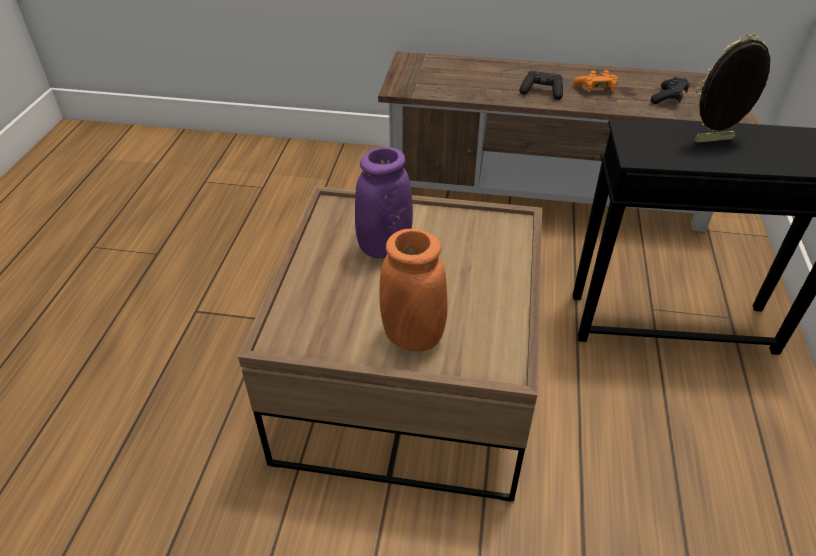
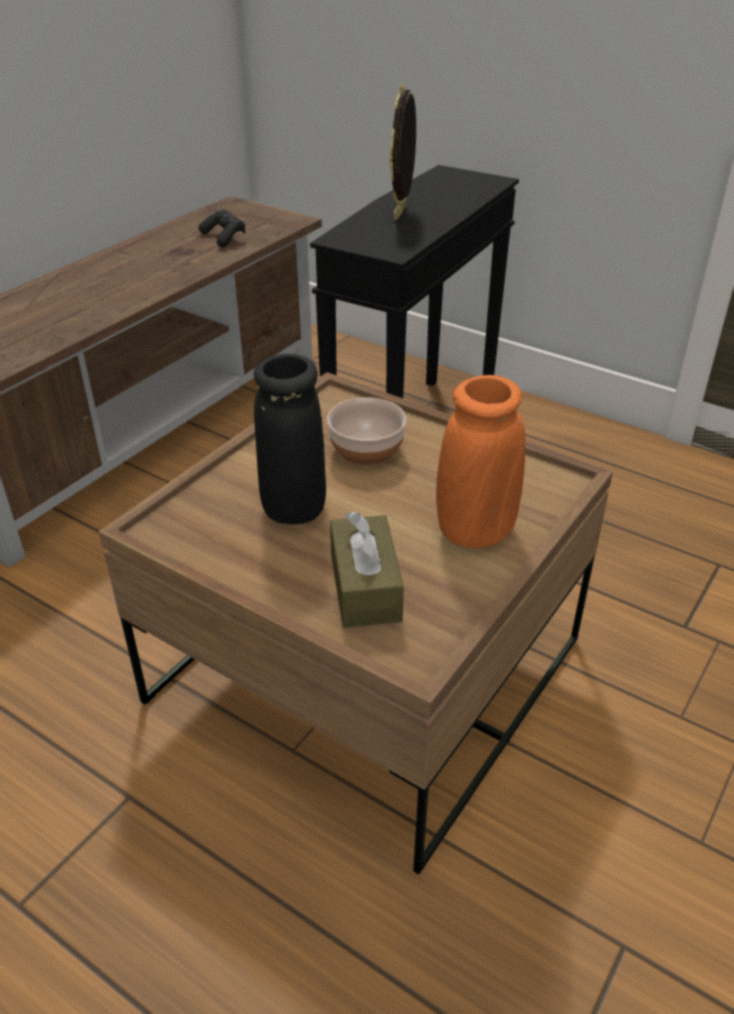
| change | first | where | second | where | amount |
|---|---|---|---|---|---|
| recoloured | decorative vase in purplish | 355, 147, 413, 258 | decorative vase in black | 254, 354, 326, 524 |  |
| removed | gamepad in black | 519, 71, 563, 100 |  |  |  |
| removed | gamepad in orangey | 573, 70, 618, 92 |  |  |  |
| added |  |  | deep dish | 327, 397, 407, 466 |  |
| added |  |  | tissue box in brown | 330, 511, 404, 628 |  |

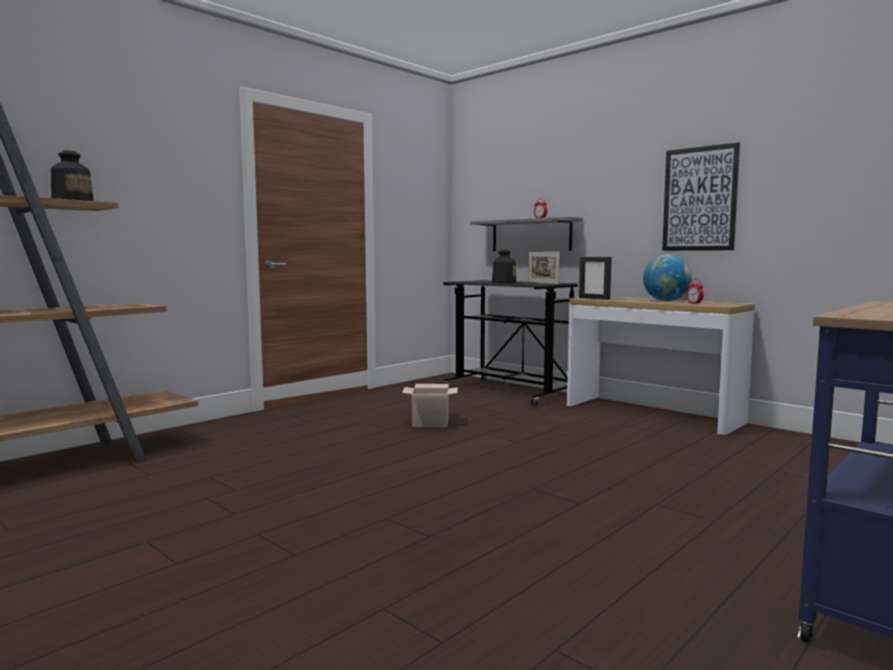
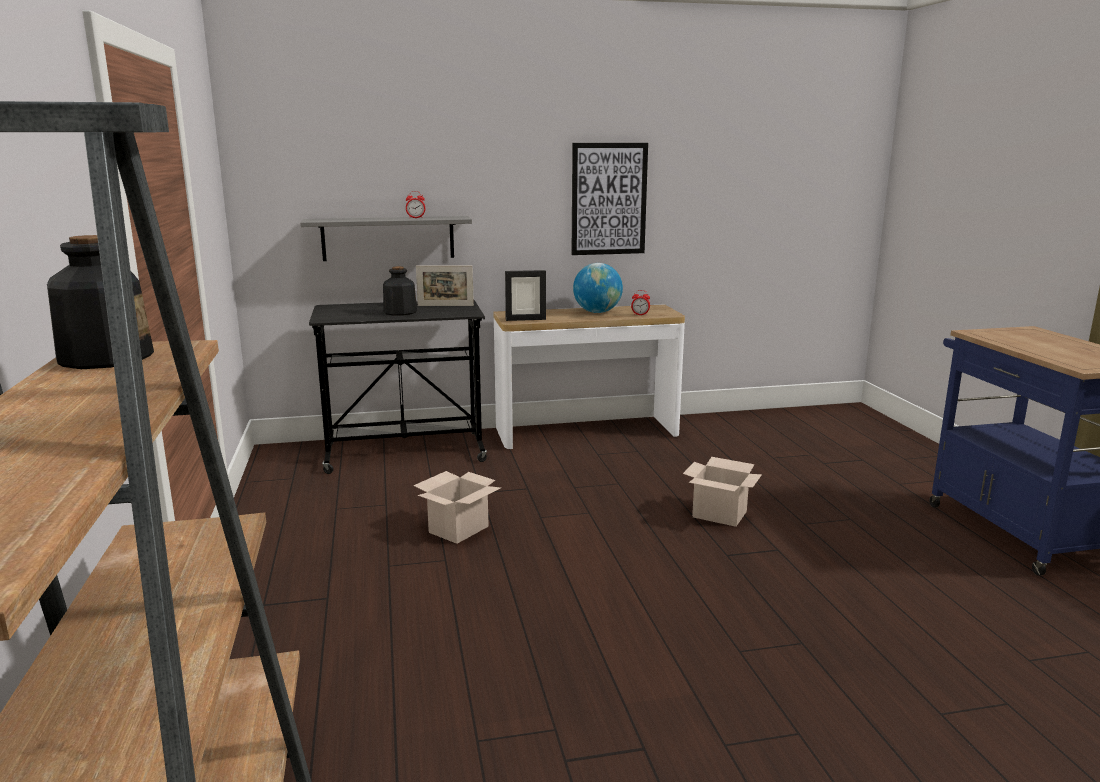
| change | first | where | second | where | amount |
|---|---|---|---|---|---|
| added |  |  | carton | 683, 457, 762, 527 |  |

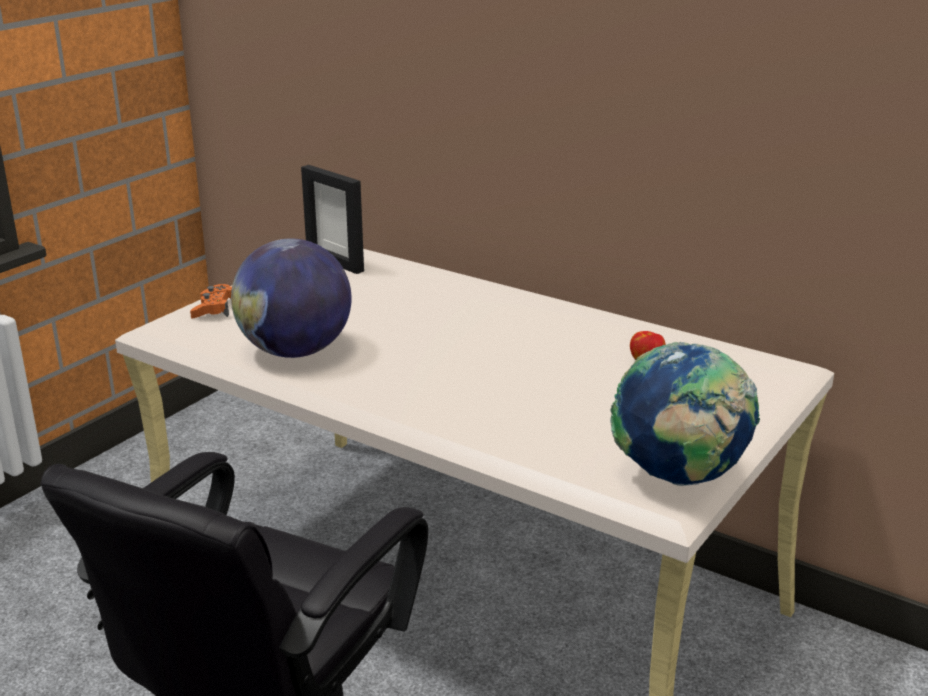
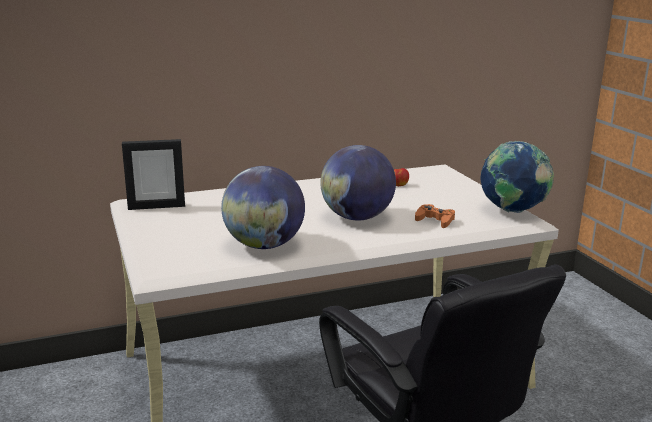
| change | first | where | second | where | amount |
|---|---|---|---|---|---|
| moved | gamepad in orangey | 190, 284, 232, 319 |  | 415, 204, 455, 228 |  |
| added |  |  | desk globe | 320, 145, 396, 220 |  |

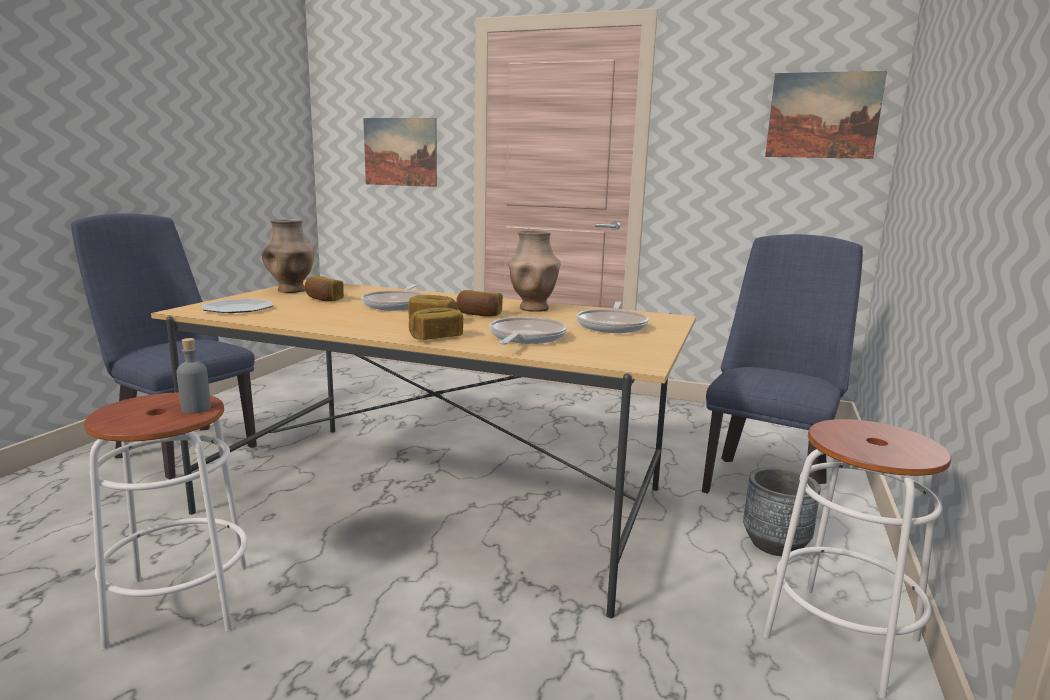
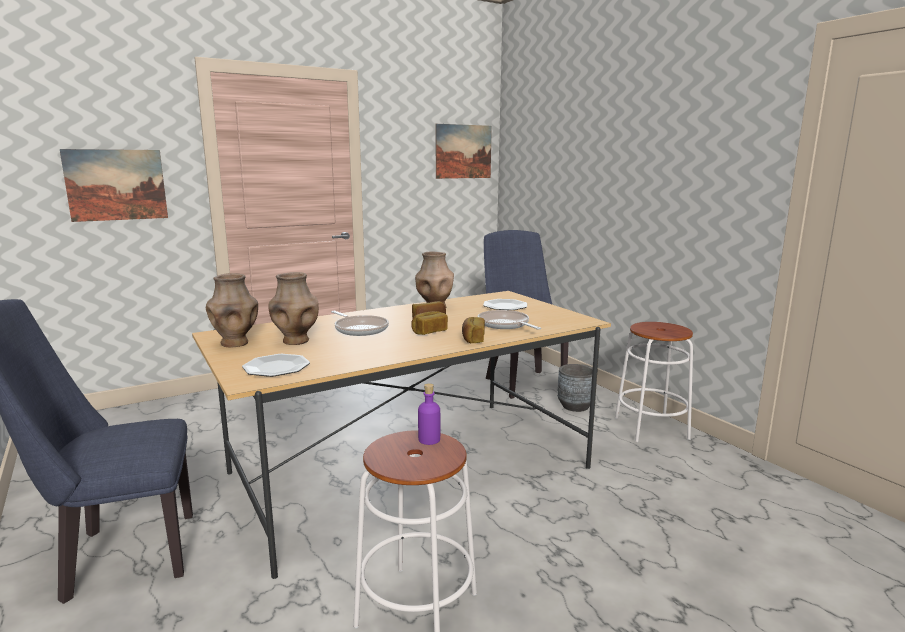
| change | first | where | second | where | amount |
|---|---|---|---|---|---|
| recoloured | bottle in grey | 176, 338, 211, 414 | bottle in purplish | 418, 383, 440, 445 |  |
| replaced | bread | 305, 276, 344, 302 | decorative vase in brown | 268, 272, 319, 345 |  |
| replaced | frying pan | 576, 302, 649, 333 | plate | 483, 299, 527, 310 |  |

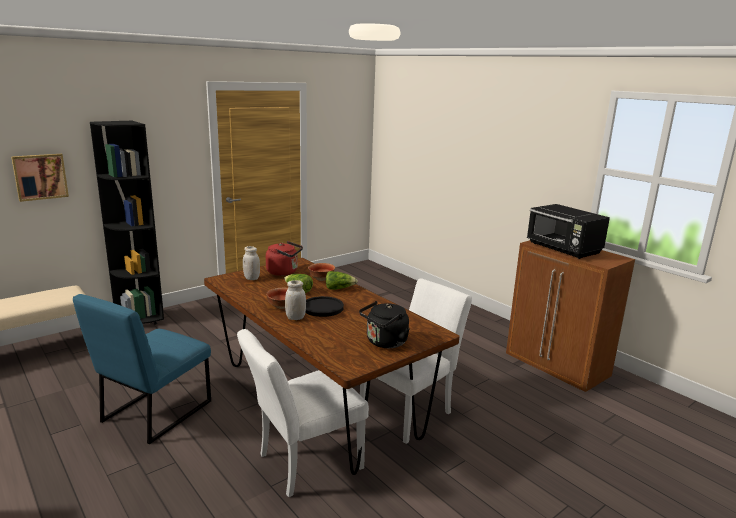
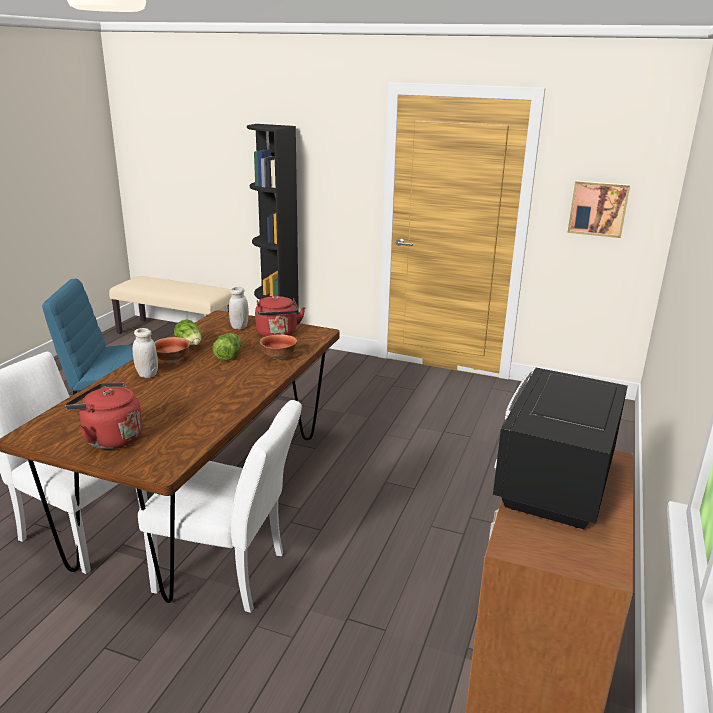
| change | first | where | second | where | amount |
|---|---|---|---|---|---|
| moved | wall art | 11, 154, 69, 202 |  | 567, 181, 630, 238 |  |
| removed | plate in black | 305, 296, 344, 317 |  |  |  |
| moved | lettuce | 326, 271, 358, 290 |  | 174, 319, 202, 345 |  |
| recoloured | tea kettle in black | 359, 301, 409, 348 | tea kettle in red-coloured | 65, 382, 142, 449 |  |

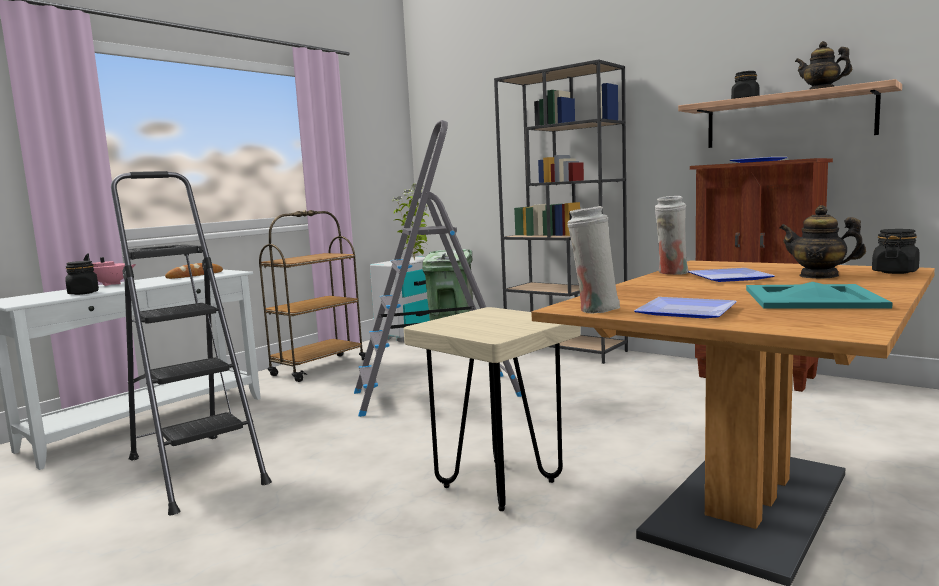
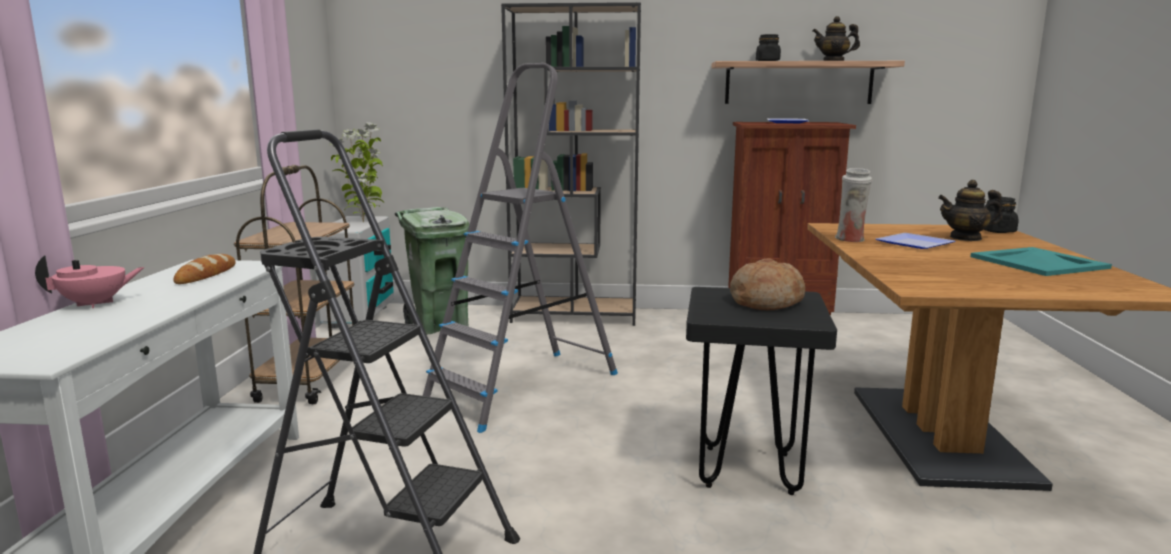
| change | first | where | second | where | amount |
|---|---|---|---|---|---|
| removed | storage jar in black | 65, 261, 99, 295 |  |  |  |
| recoloured | stool in beige-coloured | 404, 307, 581, 511 | stool in black | 686, 287, 837, 495 |  |
| removed | decorative vase in white | 568, 206, 620, 314 |  |  |  |
| removed | plate | 634, 297, 737, 318 |  |  |  |
| added |  |  | bread | 730, 258, 805, 310 |  |

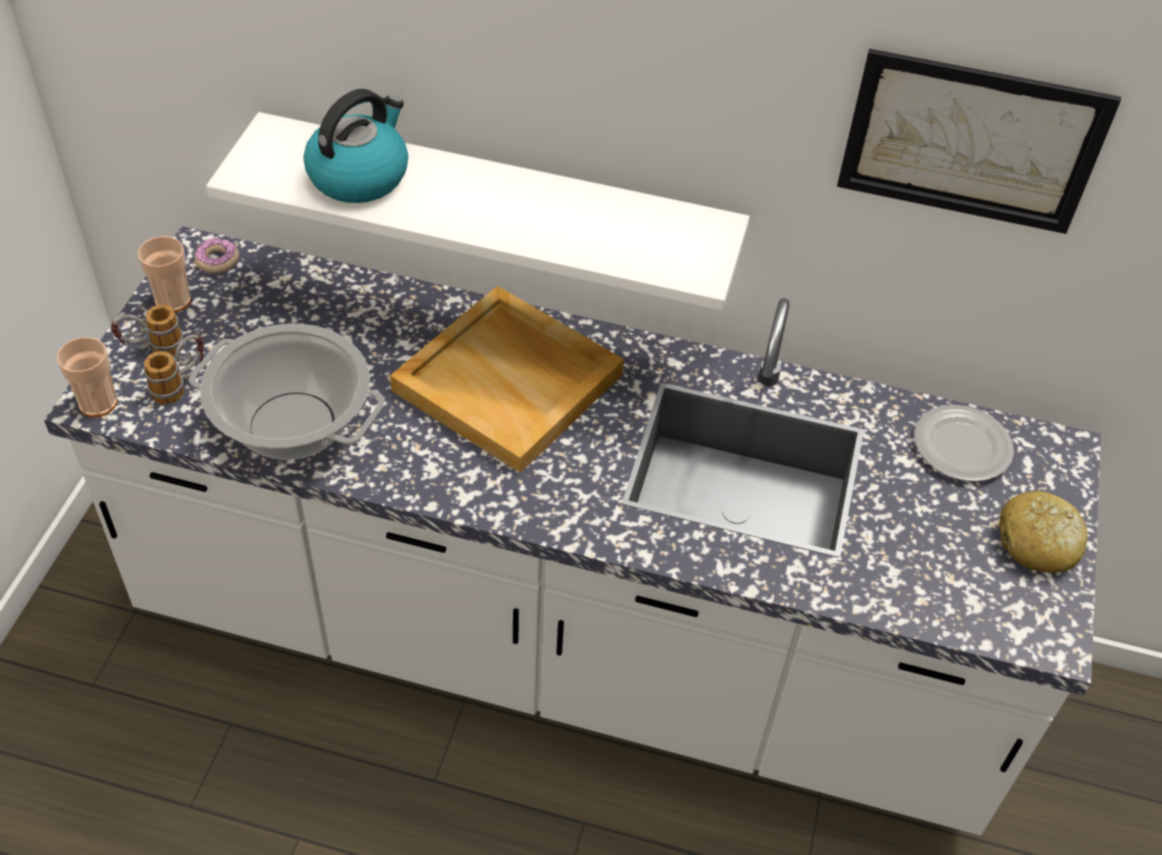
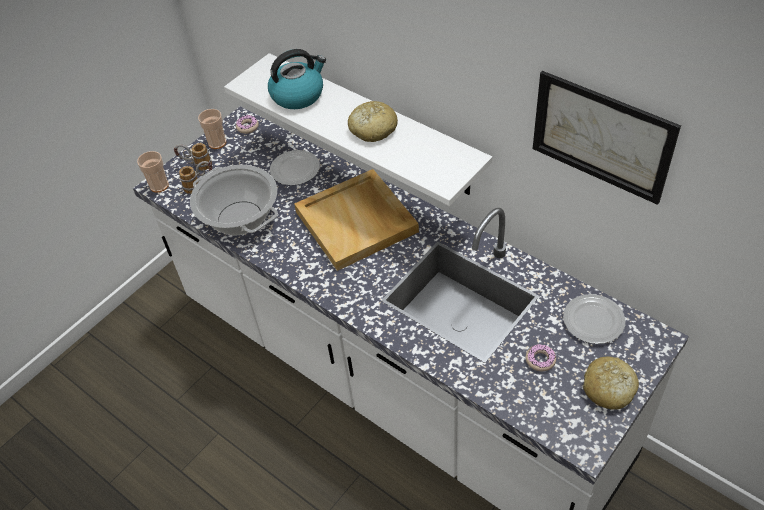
| change | first | where | second | where | amount |
|---|---|---|---|---|---|
| added |  |  | plate | 270, 150, 320, 185 |  |
| added |  |  | bread | 348, 101, 398, 142 |  |
| added |  |  | doughnut | 526, 344, 556, 371 |  |

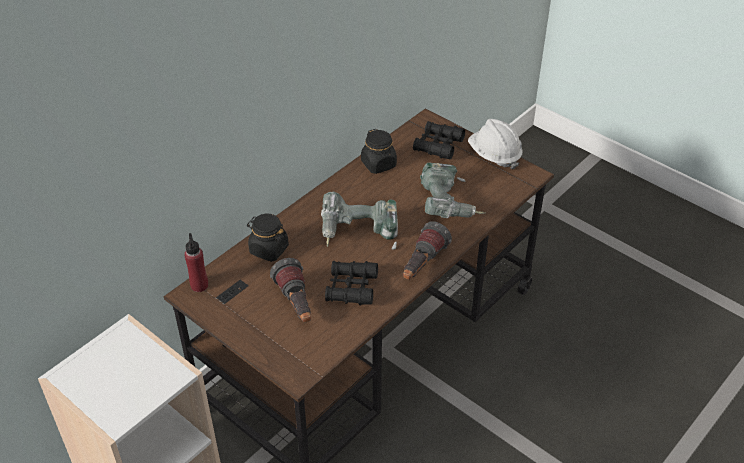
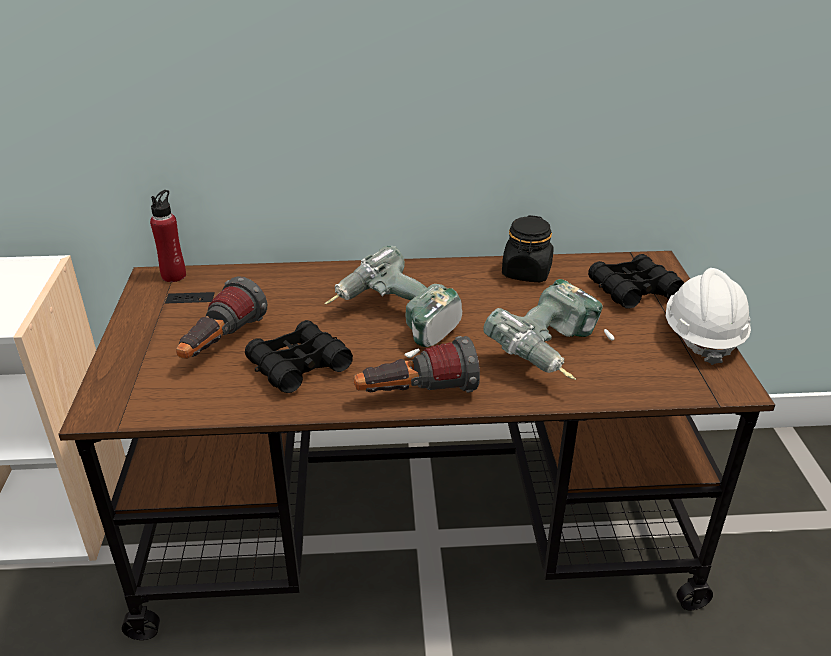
| change | first | where | second | where | amount |
|---|---|---|---|---|---|
| removed | storage jar in black | 247, 213, 289, 262 |  |  |  |

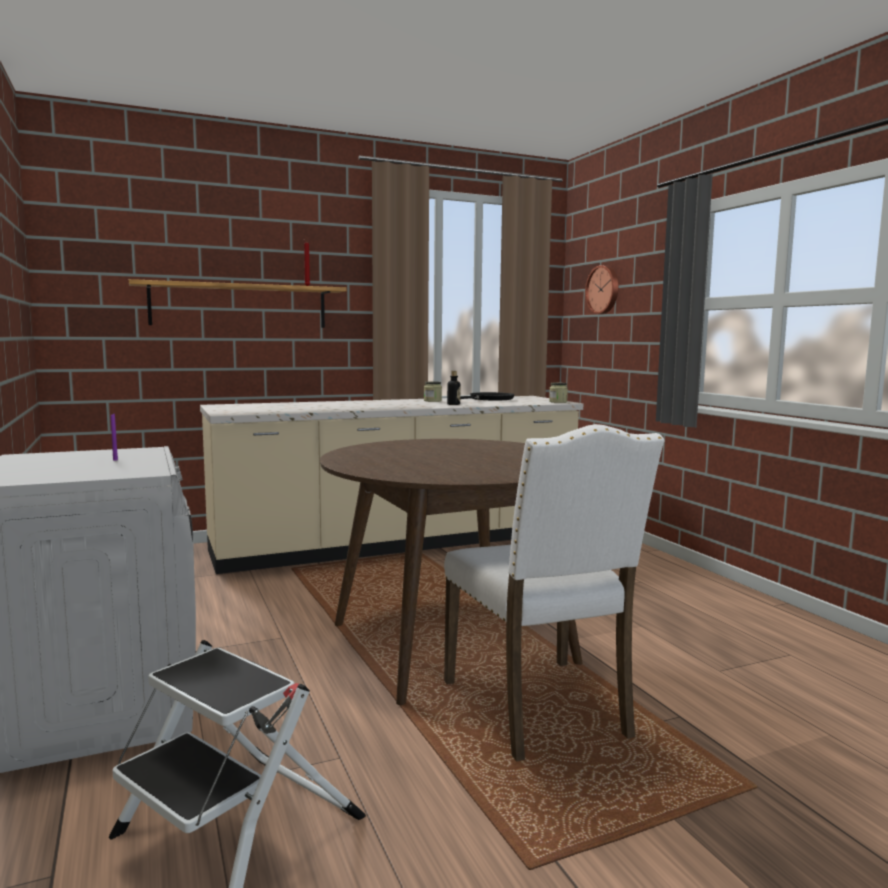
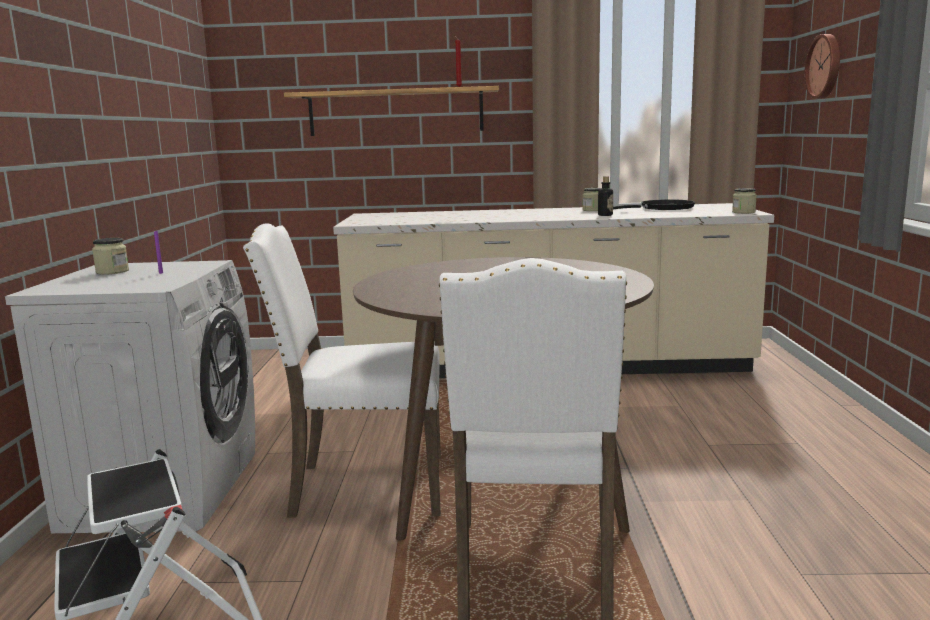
| change | first | where | second | where | amount |
|---|---|---|---|---|---|
| added |  |  | storage jar | 92, 238, 129, 275 |  |
| added |  |  | upright chair in white | 243, 223, 441, 518 |  |

